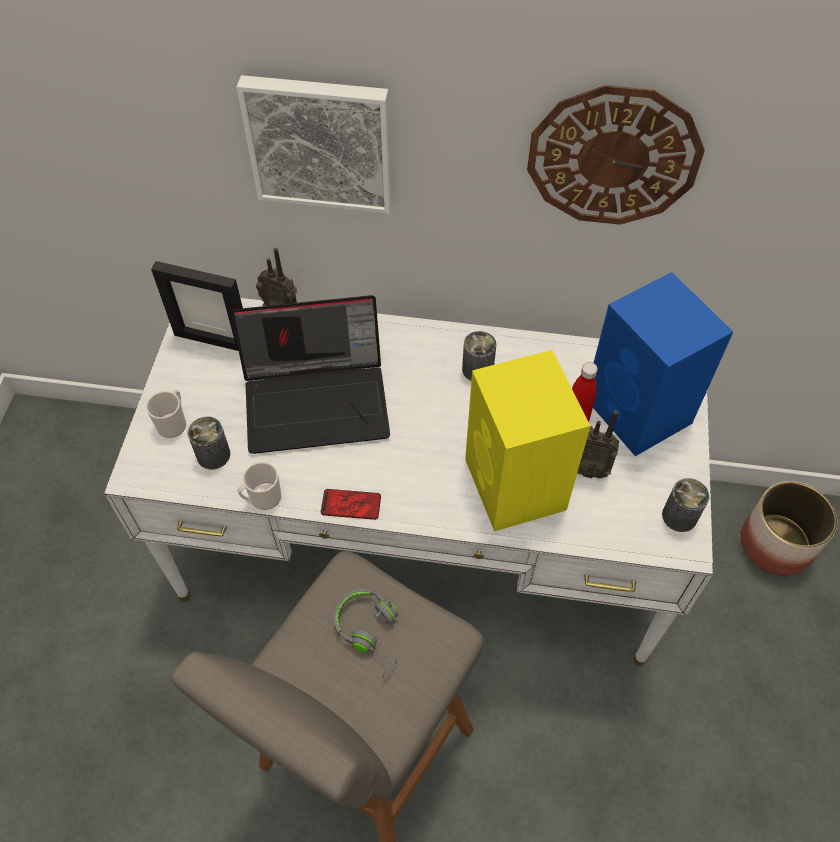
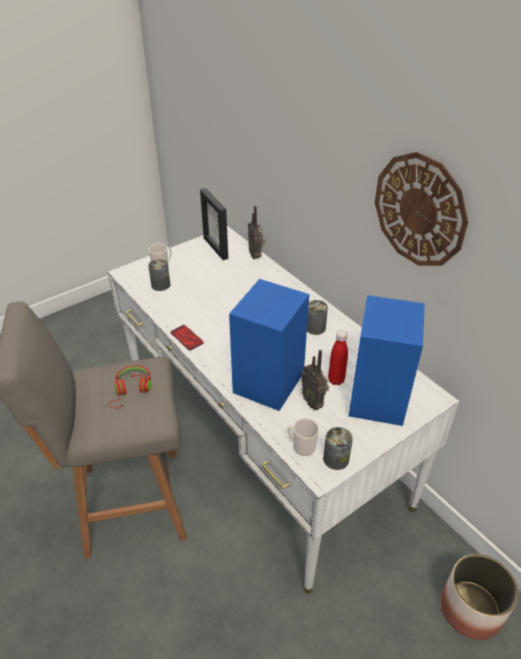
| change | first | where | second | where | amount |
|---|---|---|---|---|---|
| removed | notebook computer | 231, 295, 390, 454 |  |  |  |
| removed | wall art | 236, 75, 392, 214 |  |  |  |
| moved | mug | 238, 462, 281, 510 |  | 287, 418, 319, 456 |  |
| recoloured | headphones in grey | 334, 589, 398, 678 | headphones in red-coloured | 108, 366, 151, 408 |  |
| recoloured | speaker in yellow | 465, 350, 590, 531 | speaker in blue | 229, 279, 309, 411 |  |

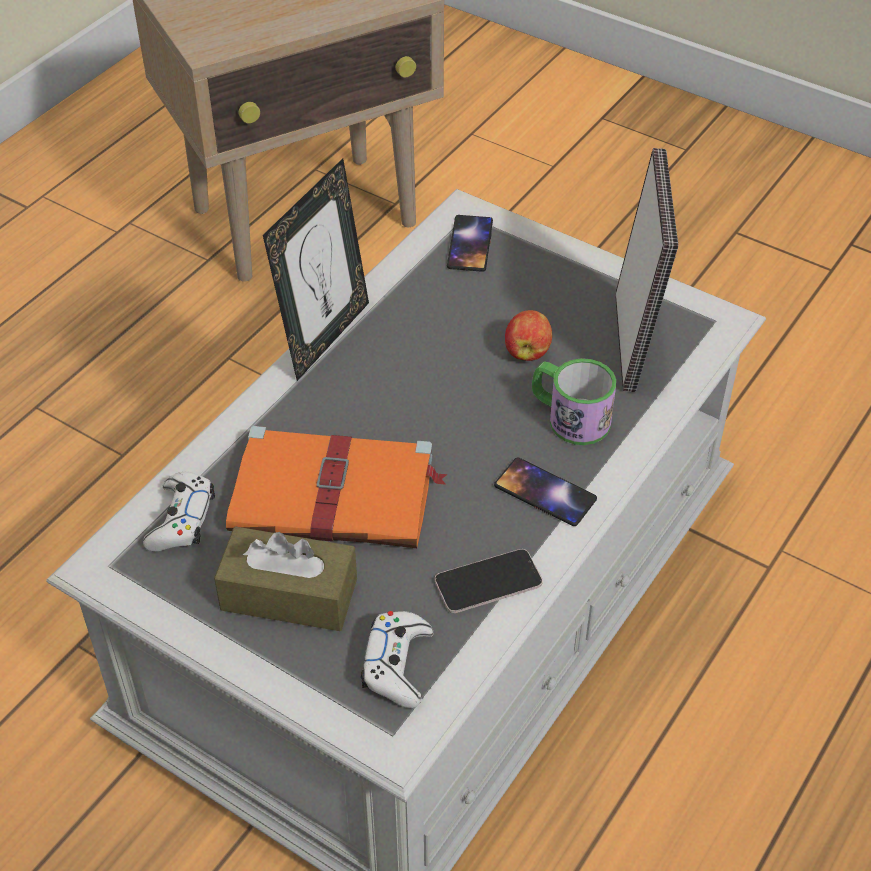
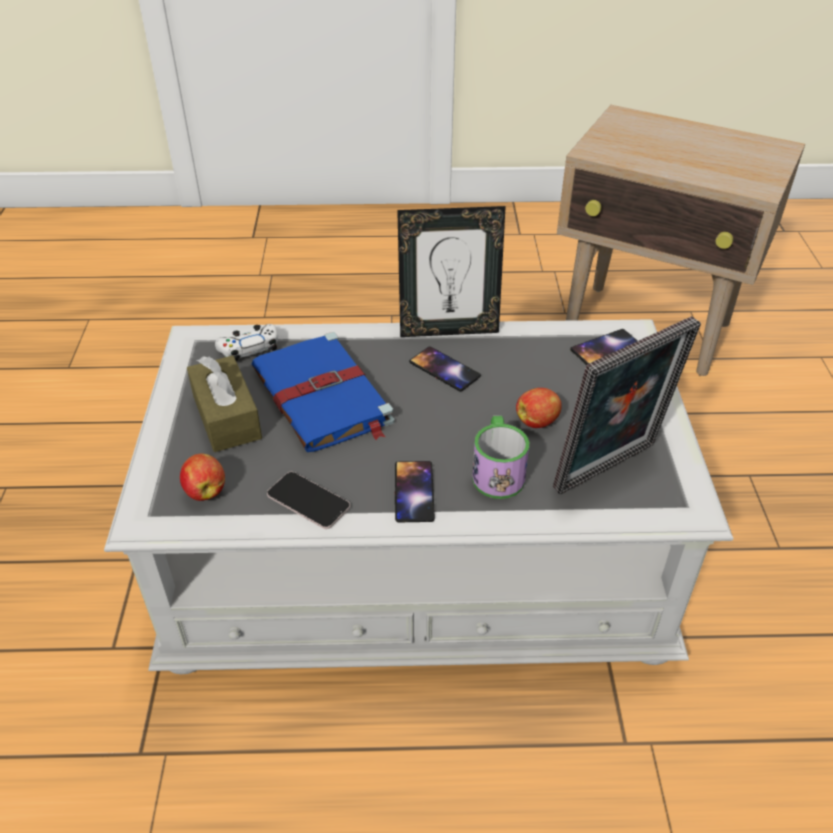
| change | first | where | second | where | amount |
|---|---|---|---|---|---|
| recoloured | bound book in orangey | 226, 426, 448, 548 | bound book in blue | 252, 332, 395, 452 |  |
| replaced | gamepad in white | 361, 611, 434, 708 | apple | 180, 454, 225, 501 |  |
| added |  |  | handset | 409, 346, 481, 391 |  |

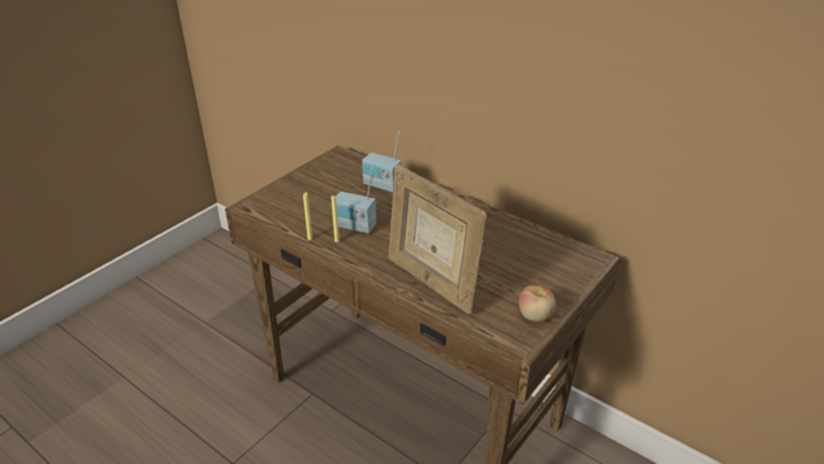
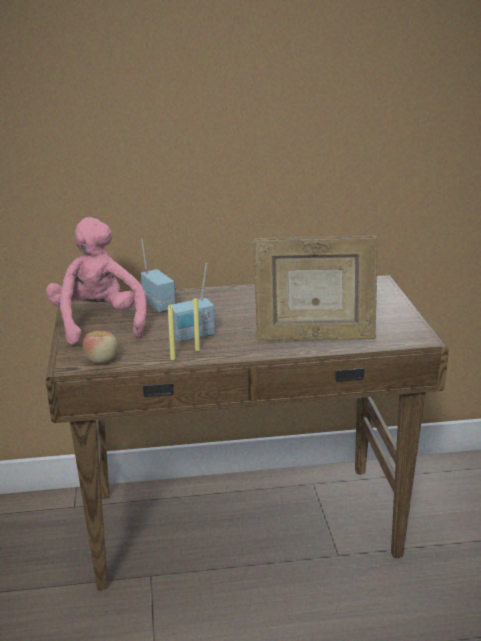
| change | first | where | second | where | amount |
|---|---|---|---|---|---|
| turned | radio receiver | 362, 131, 402, 192 |  | 141, 239, 175, 313 | 105 degrees counterclockwise |
| moved | apple | 519, 285, 556, 322 |  | 83, 331, 118, 363 |  |
| added |  |  | plush toy in pink-coloured | 46, 217, 147, 345 |  |

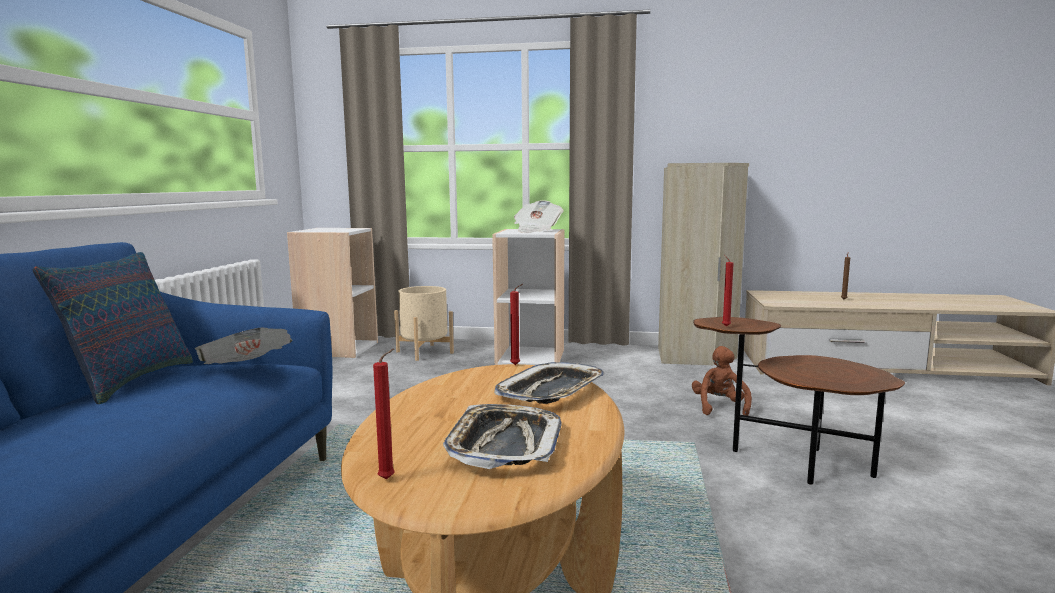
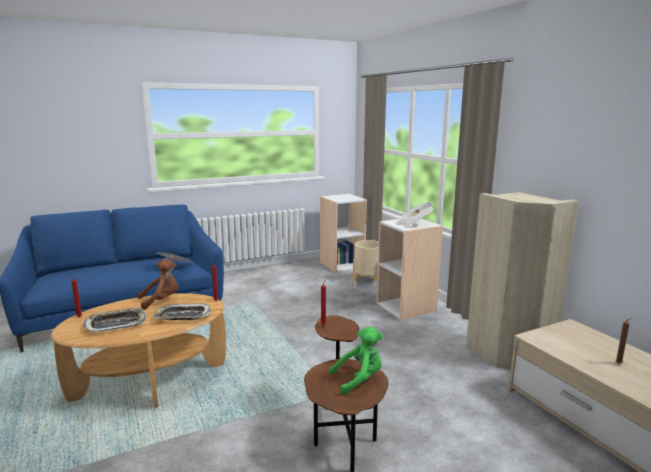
| change | first | where | second | where | amount |
|---|---|---|---|---|---|
| removed | pillow in blue | 33, 252, 193, 404 |  |  |  |
| moved | plush toy in brown | 692, 346, 752, 416 |  | 137, 259, 178, 310 |  |
| added |  |  | plush toy in greenish | 329, 327, 383, 395 |  |

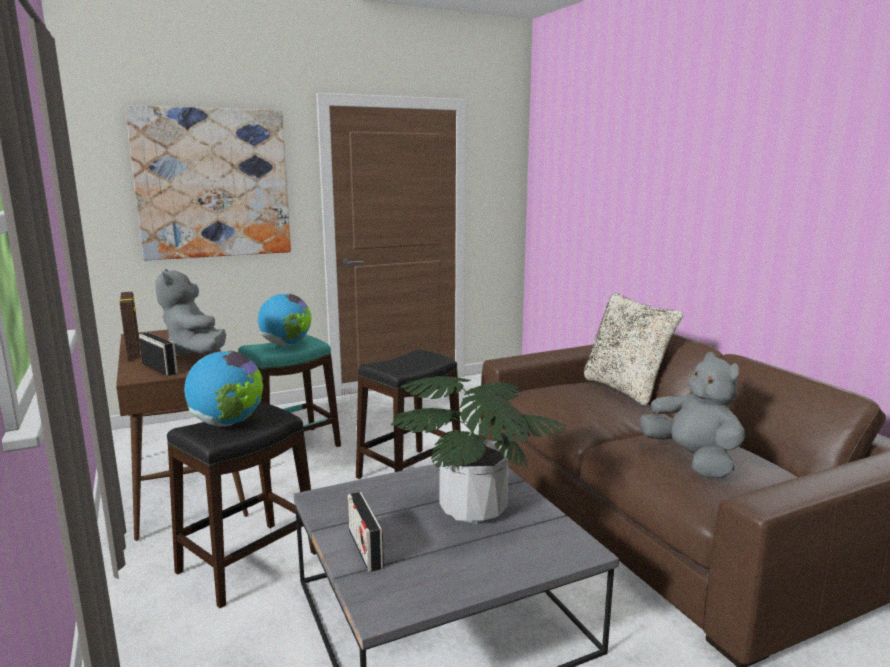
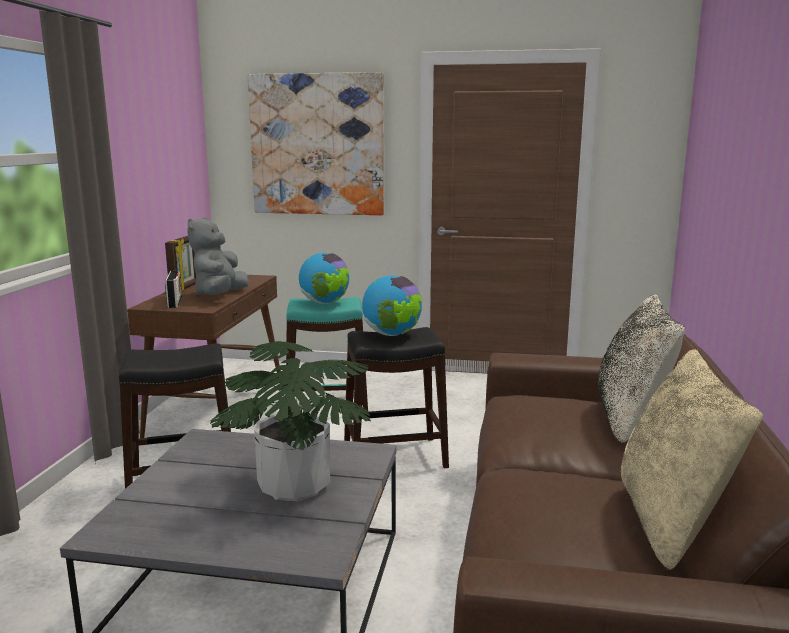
| change | first | where | second | where | amount |
|---|---|---|---|---|---|
| moved | desk globe | 184, 351, 263, 427 |  | 362, 275, 422, 336 |  |
| removed | radio receiver | 347, 492, 384, 572 |  |  |  |
| removed | plush toy in grey | 640, 352, 745, 478 |  |  |  |
| added |  |  | pillow in beige-coloured | 620, 348, 763, 570 |  |

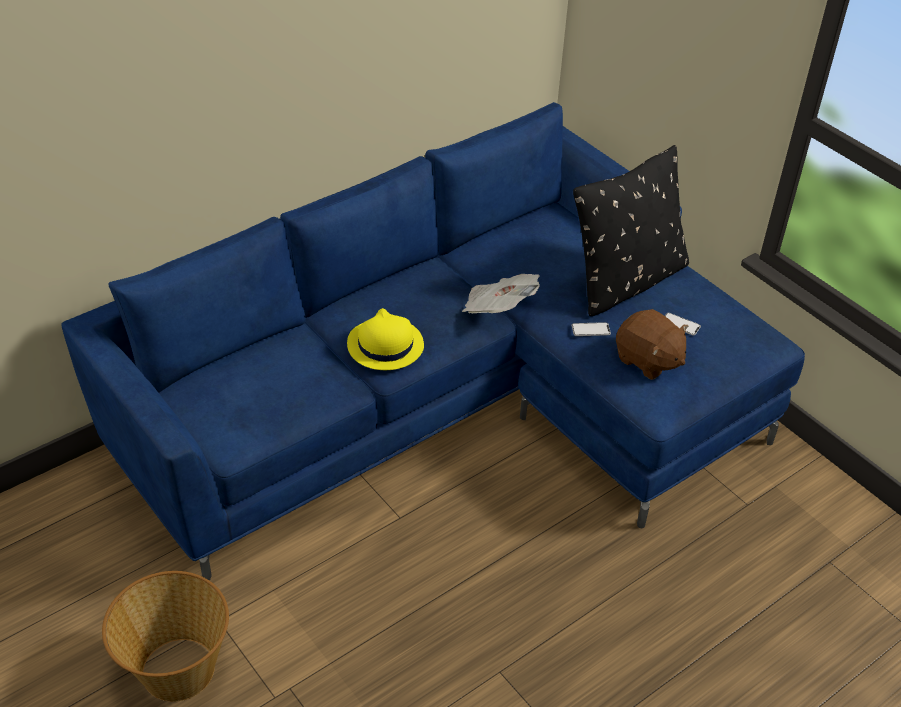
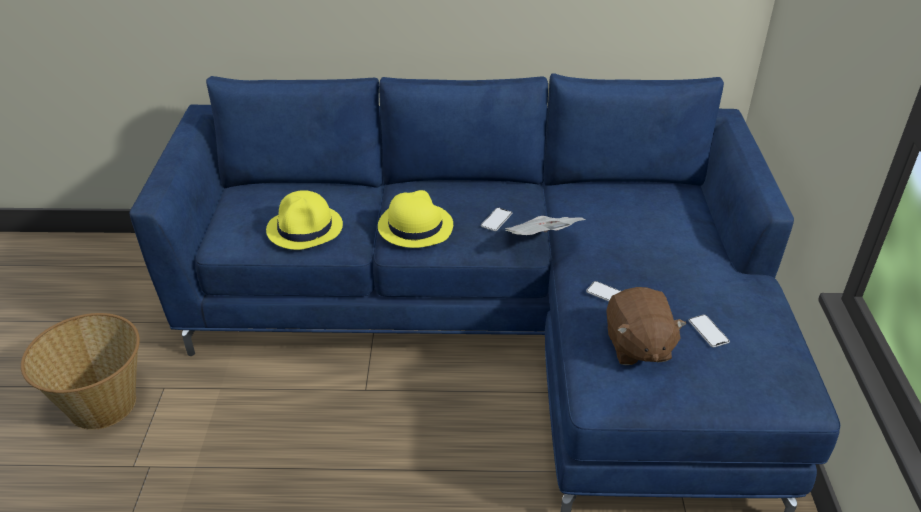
| change | first | where | second | where | amount |
|---|---|---|---|---|---|
| removed | pillow in black | 573, 145, 689, 316 |  |  |  |
| added |  |  | clothing hat in yellow | 266, 190, 343, 250 |  |
| added |  |  | handset | 481, 207, 512, 231 |  |

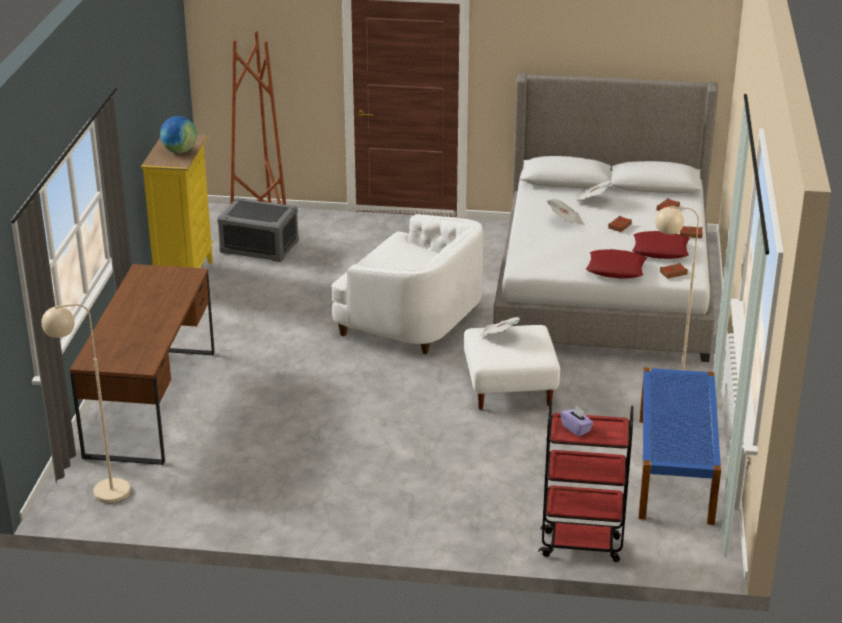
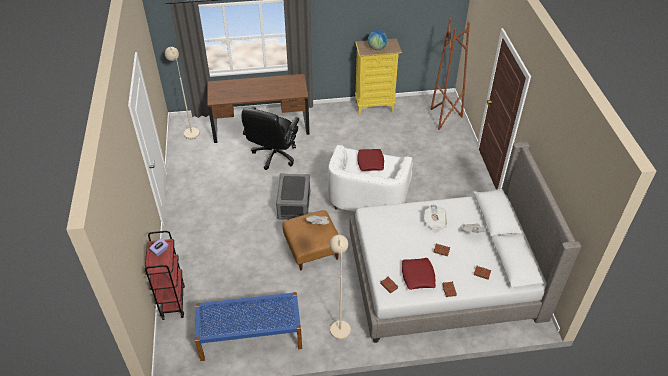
| change | first | where | second | where | amount |
|---|---|---|---|---|---|
| moved | storage bin in grey | 217, 197, 299, 262 |  | 276, 173, 310, 220 |  |
| recoloured | ottoman in white | 464, 325, 560, 410 | ottoman in brown | 282, 210, 339, 270 |  |
| moved | pillow in red-coloured | 586, 249, 647, 278 |  | 357, 149, 384, 171 |  |
| added |  |  | office chair in black | 241, 107, 299, 170 |  |

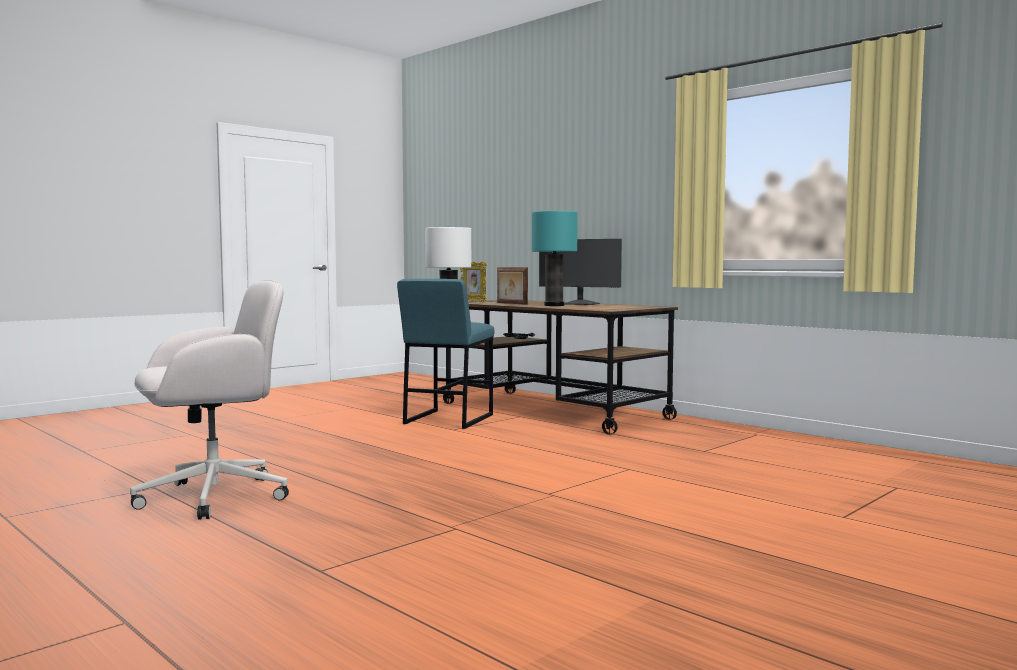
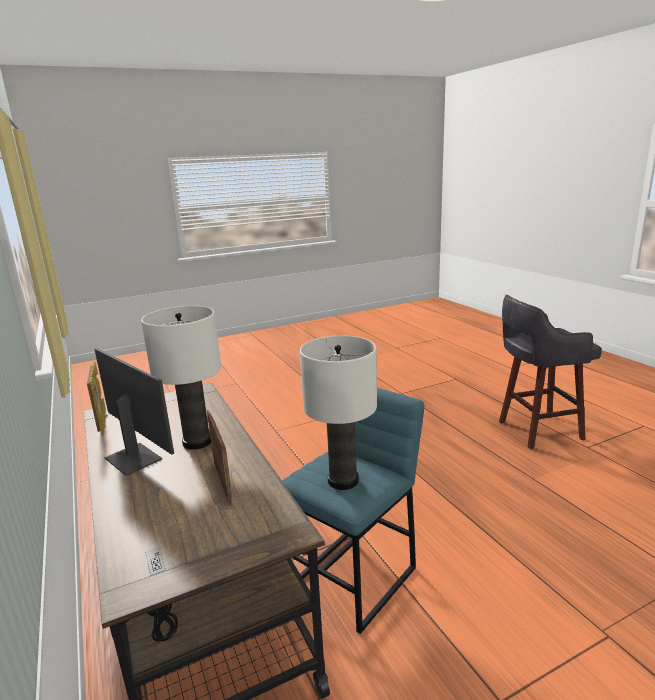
| change | first | where | second | where | amount |
|---|---|---|---|---|---|
| replaced | office chair in white | 130, 280, 289, 520 | stool in grey | 499, 295, 602, 449 |  |
| moved | photo frame | 460, 261, 487, 303 |  | 87, 361, 106, 436 |  |
| recoloured | table lamp in blue-green | 532, 211, 578, 306 | table lamp in white | 141, 306, 221, 450 |  |

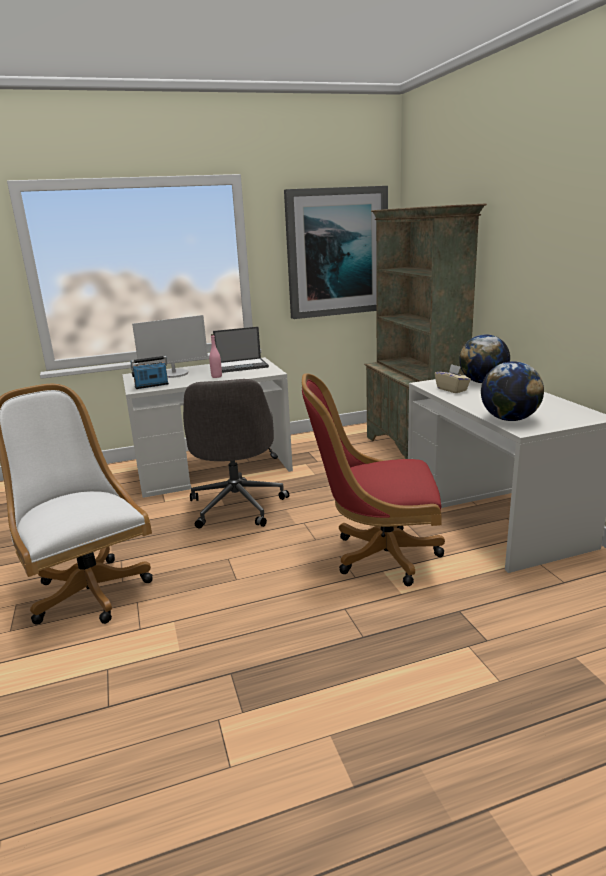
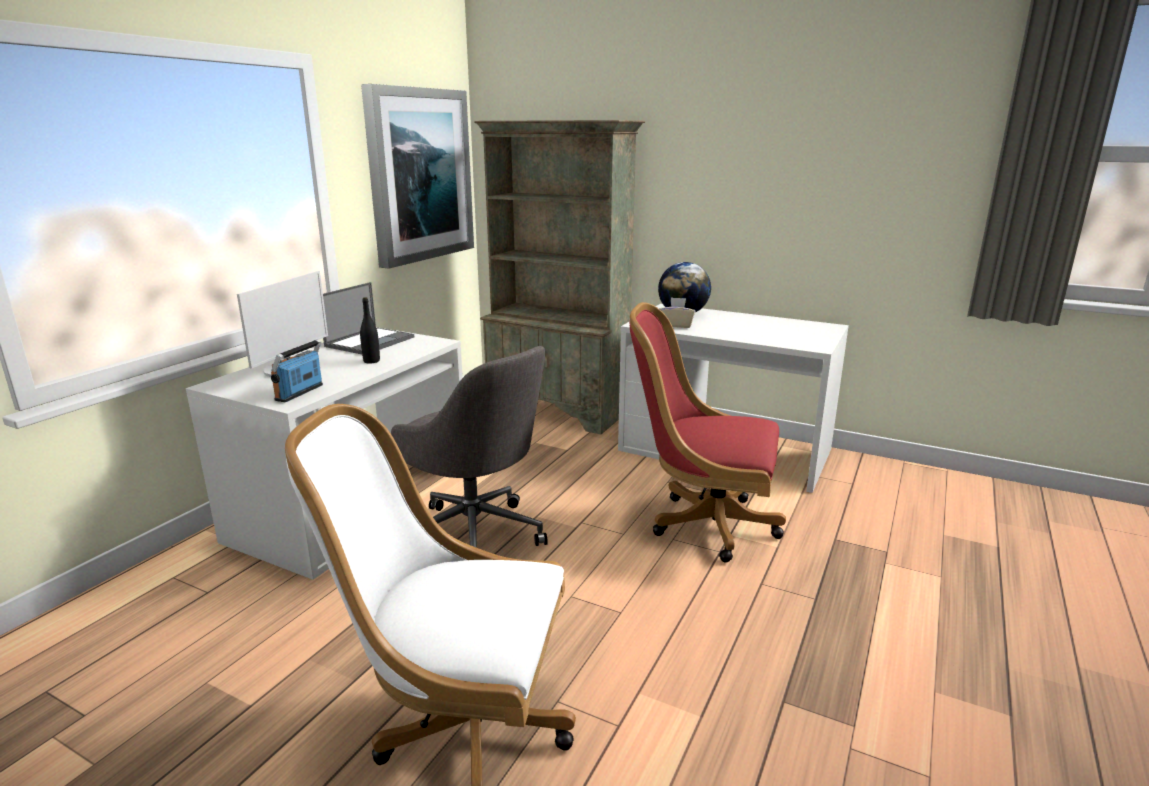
| change | first | where | second | where | amount |
|---|---|---|---|---|---|
| recoloured | bottle in pink-coloured | 209, 334, 222, 378 | bottle in black | 360, 297, 380, 363 |  |
| turned | office chair in red-coloured | 302, 373, 445, 586 |  | 630, 302, 786, 562 | 60 degrees clockwise |
| removed | desk globe | 481, 361, 544, 421 |  |  |  |

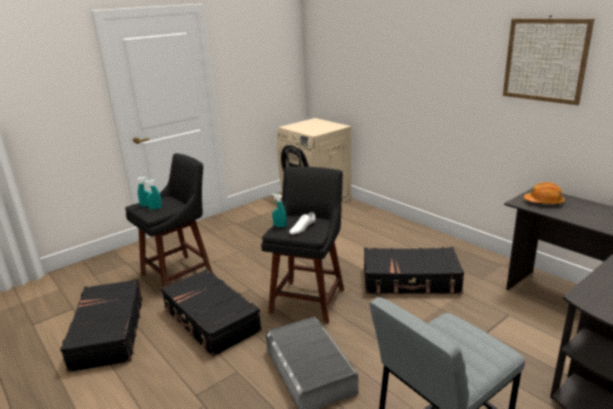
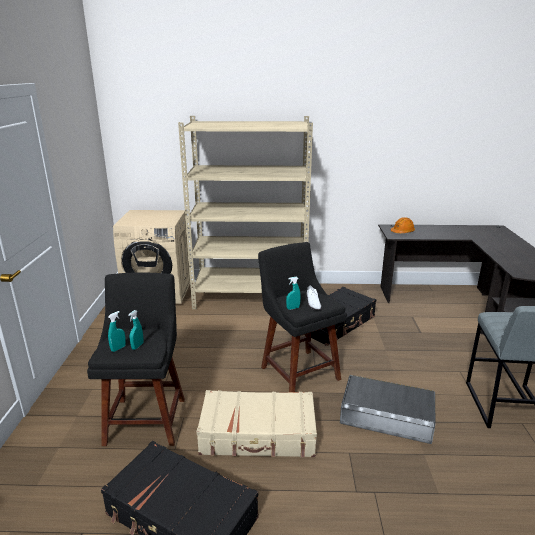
| change | first | where | second | where | amount |
|---|---|---|---|---|---|
| recoloured | piece of luggage in black | 161, 269, 262, 357 | piece of luggage in beige-coloured | 196, 390, 317, 457 |  |
| removed | wall art | 503, 15, 594, 105 |  |  |  |
| added |  |  | bookcase in beige-coloured | 178, 116, 313, 309 |  |

